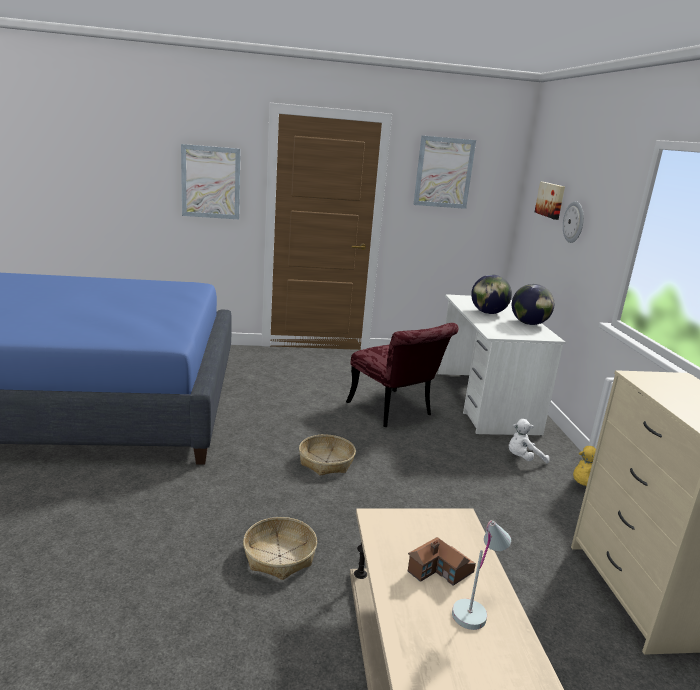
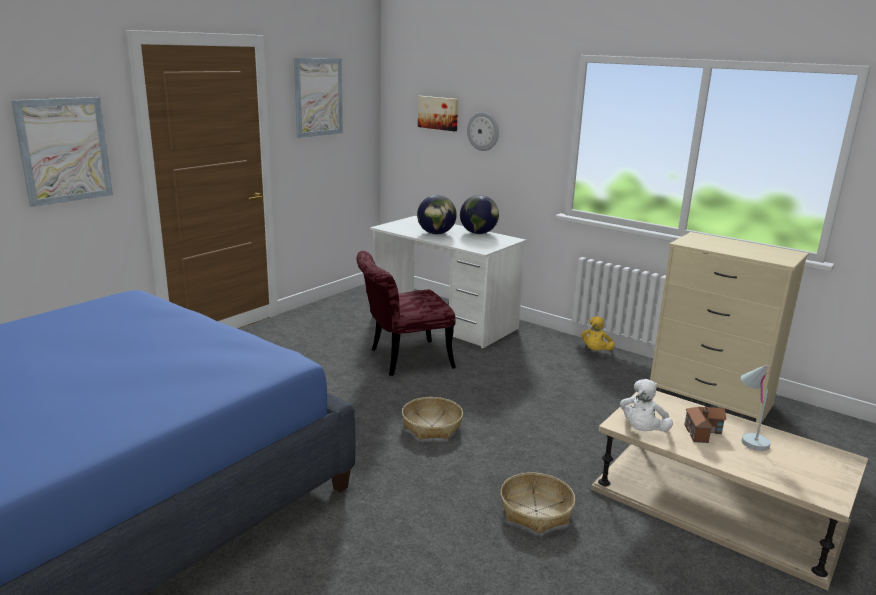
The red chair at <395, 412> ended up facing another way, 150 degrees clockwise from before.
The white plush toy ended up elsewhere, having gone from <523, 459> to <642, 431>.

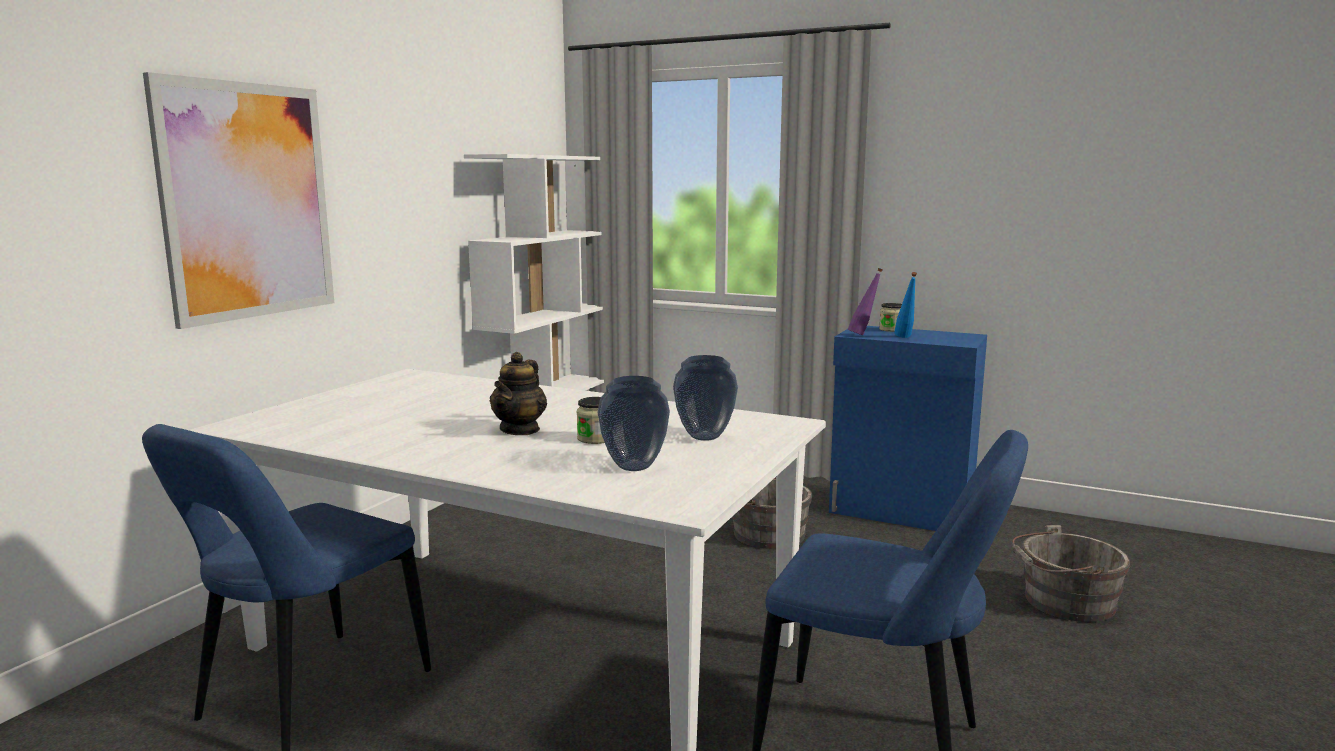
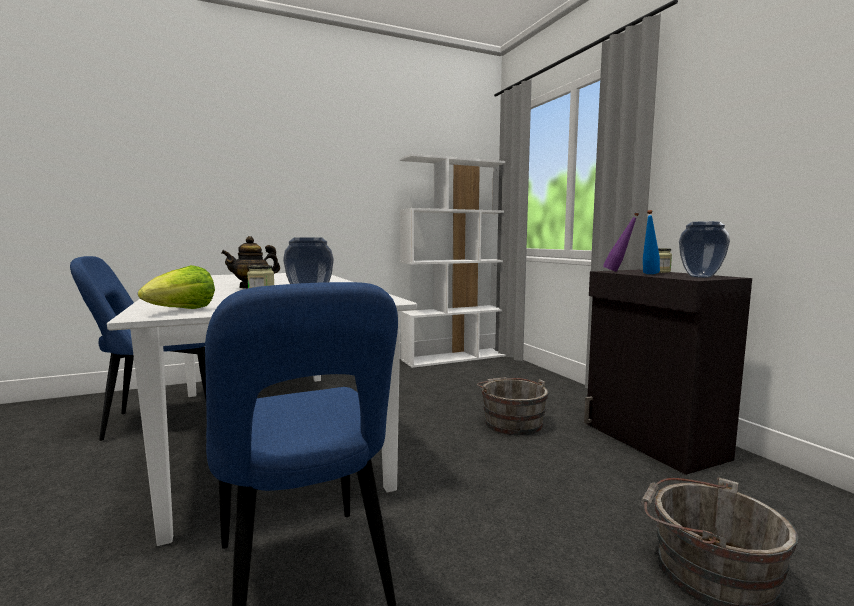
The second view lost the picture at <247, 201>.
The vase ended up elsewhere, having gone from <633, 466> to <700, 276>.
What was the blue cabinet at <901, 512> turned into the black cabinet at <652, 441>.
The second view gained the lettuce at <181, 311>.

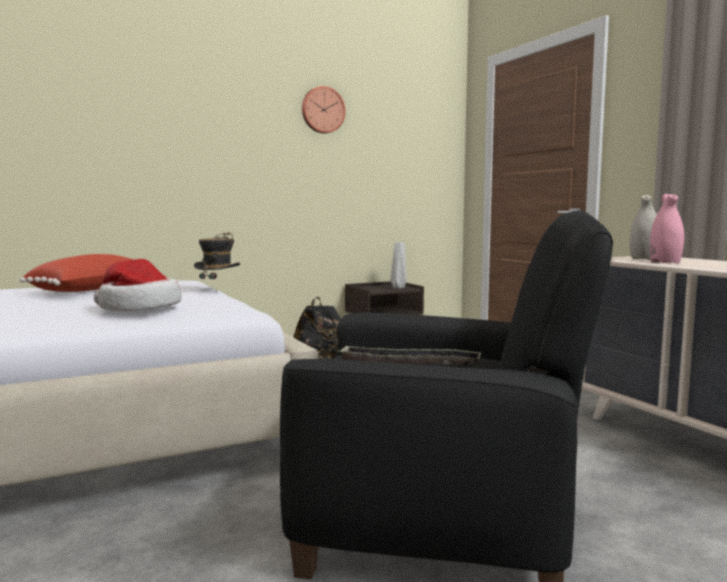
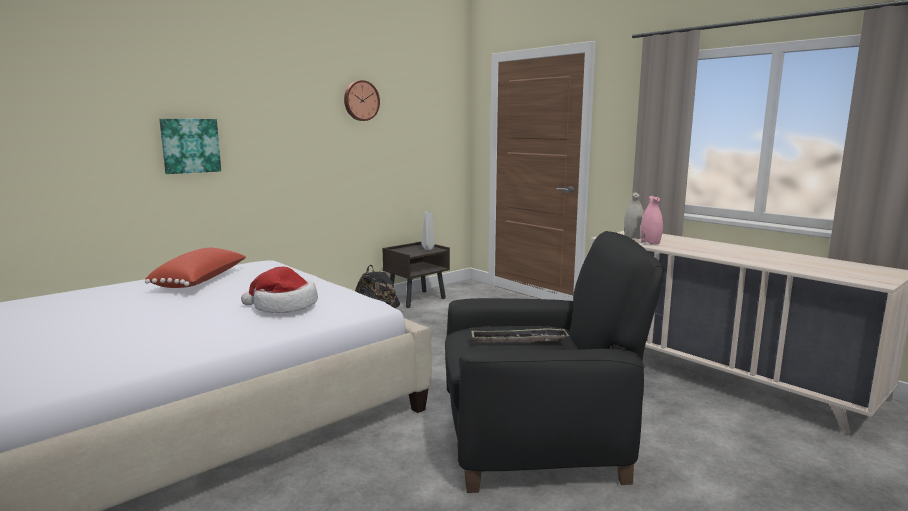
The second view lost the hat at <218, 290>.
The second view gained the picture at <190, 145>.

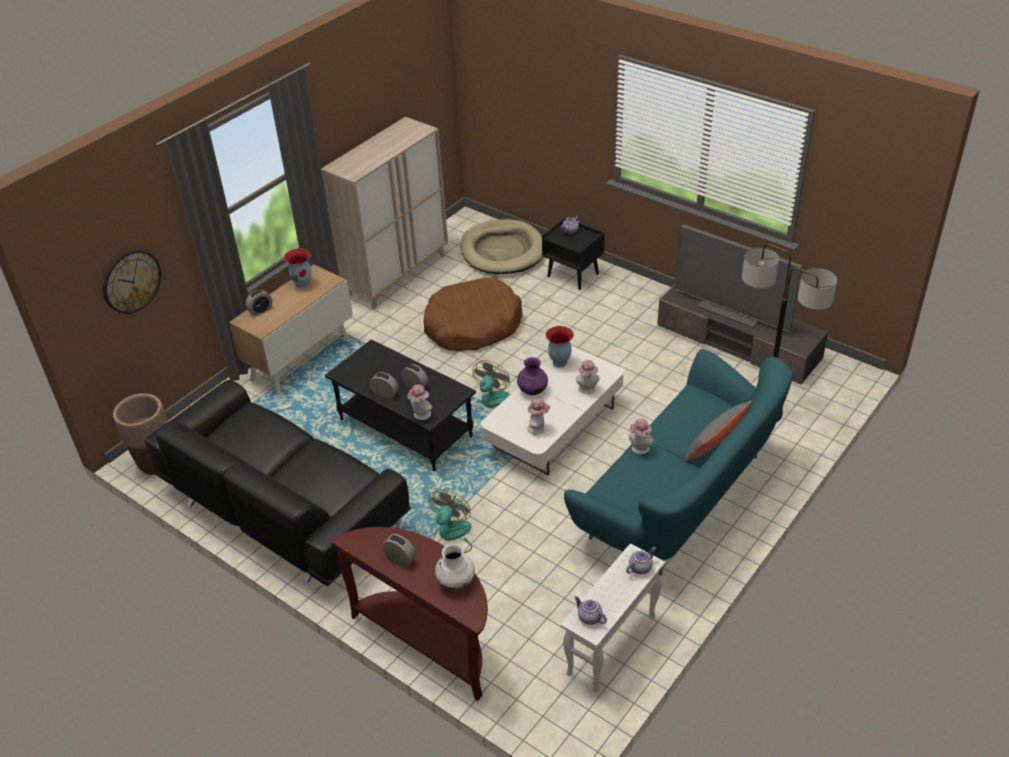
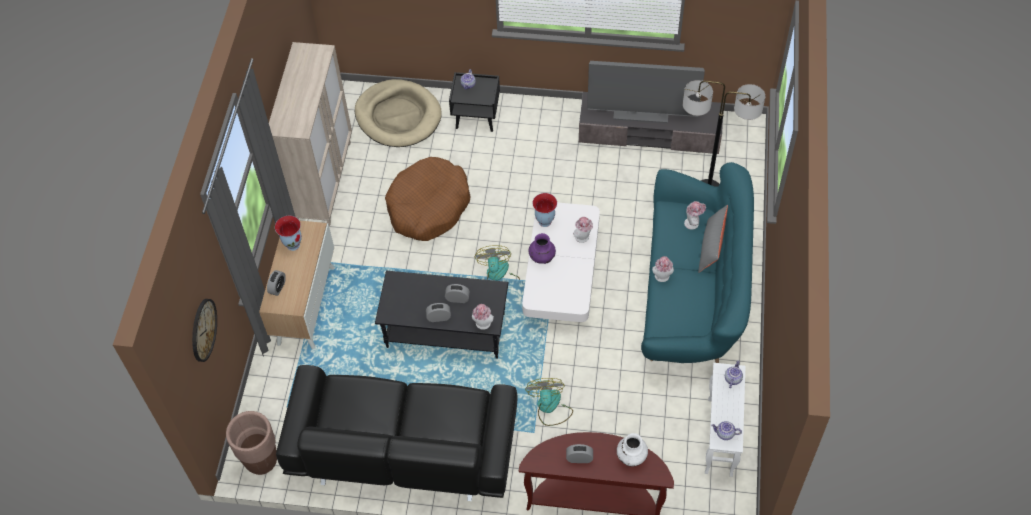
The hat ended up elsewhere, having gone from <538, 428> to <693, 223>.

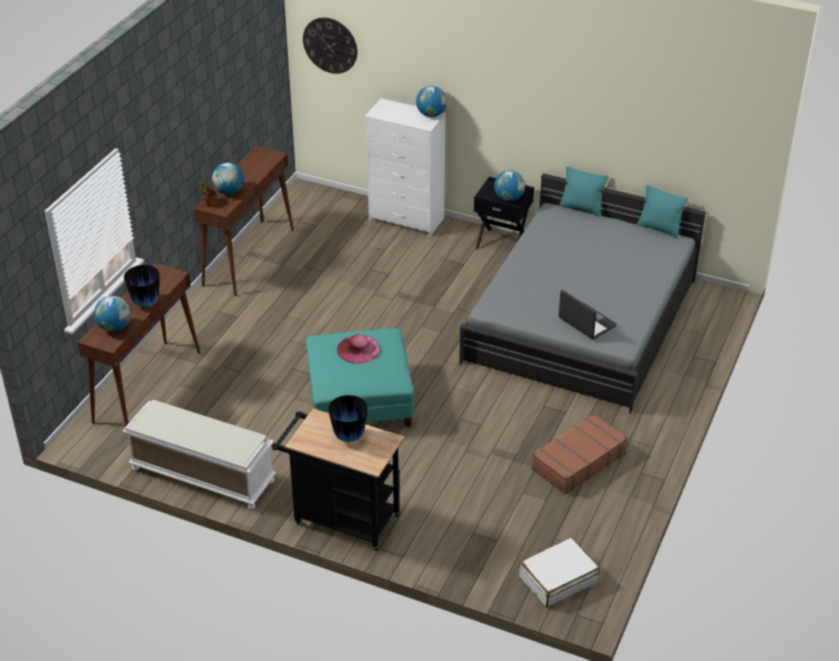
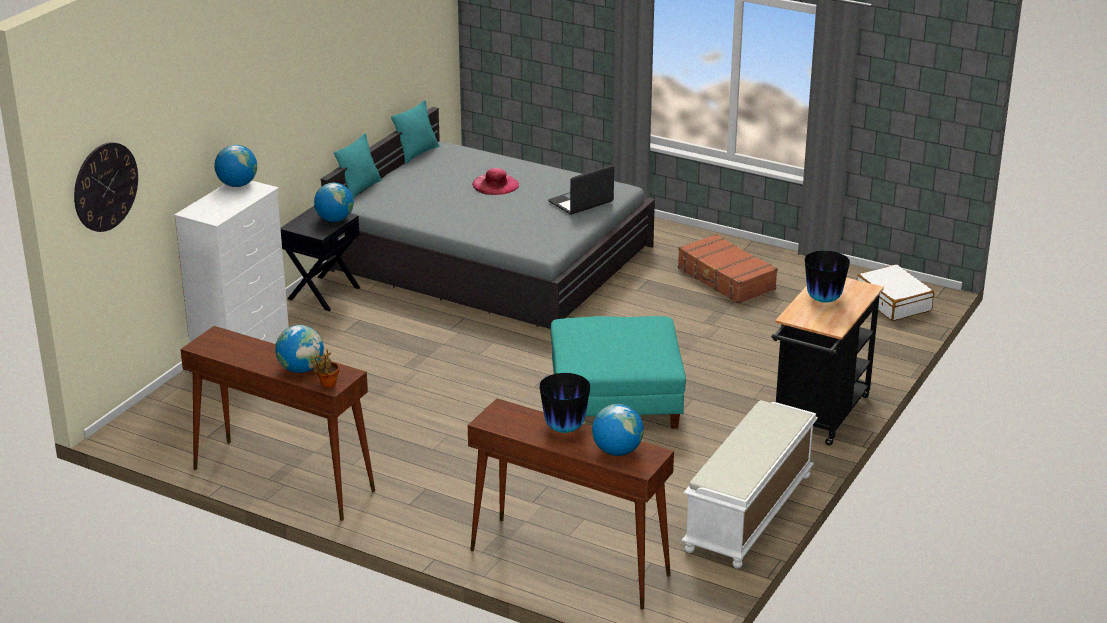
The pink hat ended up elsewhere, having gone from <358, 349> to <495, 184>.

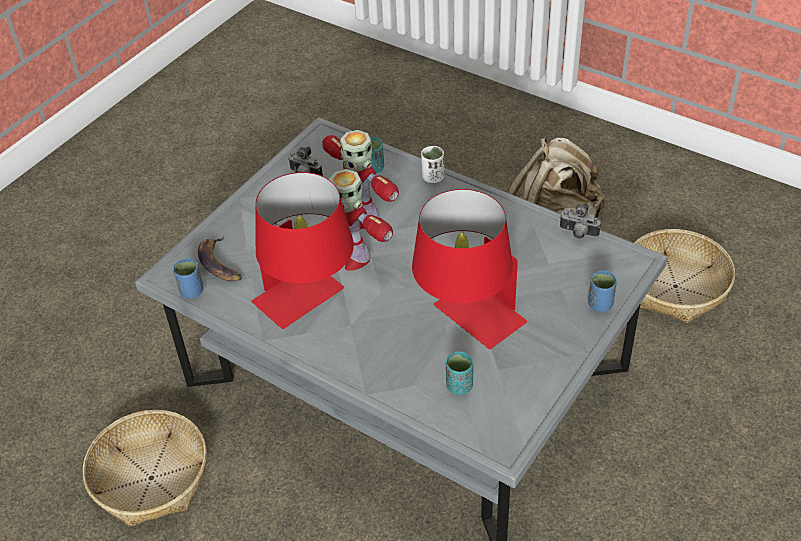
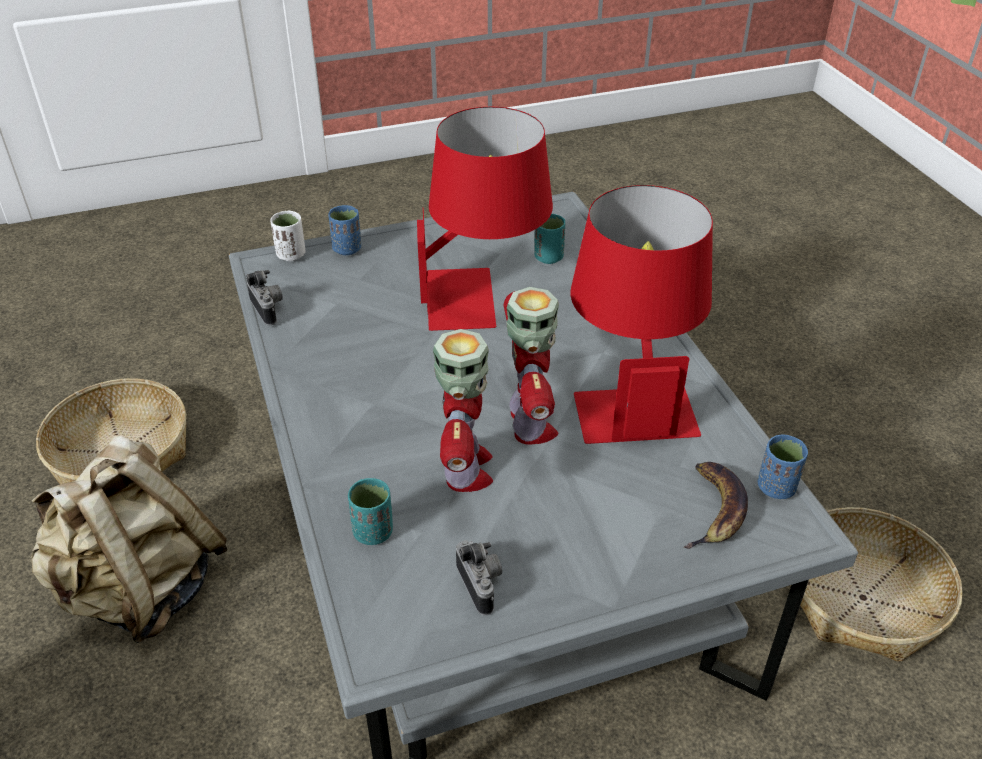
The white cup ended up elsewhere, having gone from <433, 177> to <291, 255>.

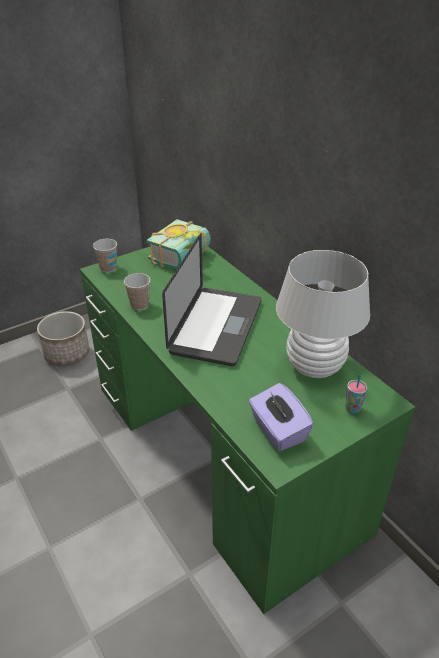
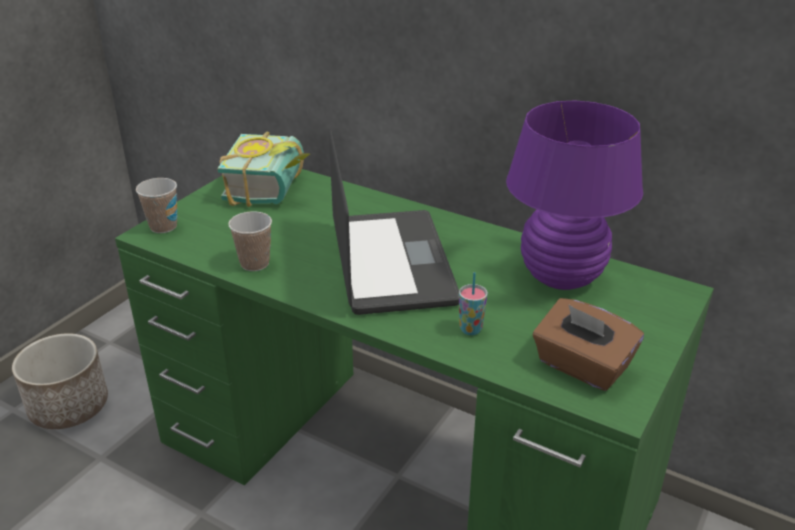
What was the purple tissue box at <278, 431> turned into the brown tissue box at <581, 366>.
What was the white table lamp at <314, 367> turned into the purple table lamp at <561, 277>.
The cup ended up elsewhere, having gone from <352, 408> to <470, 329>.

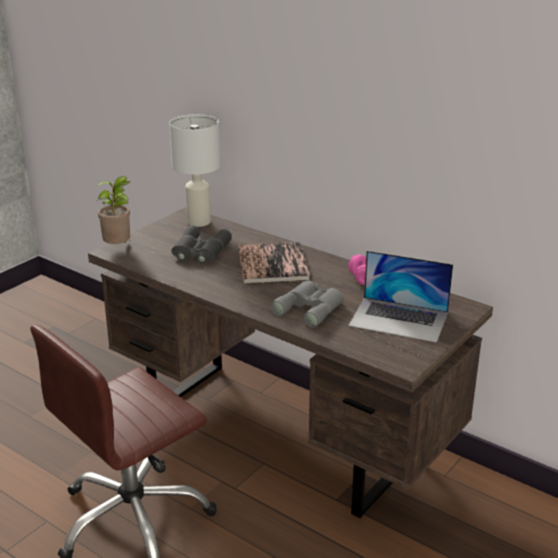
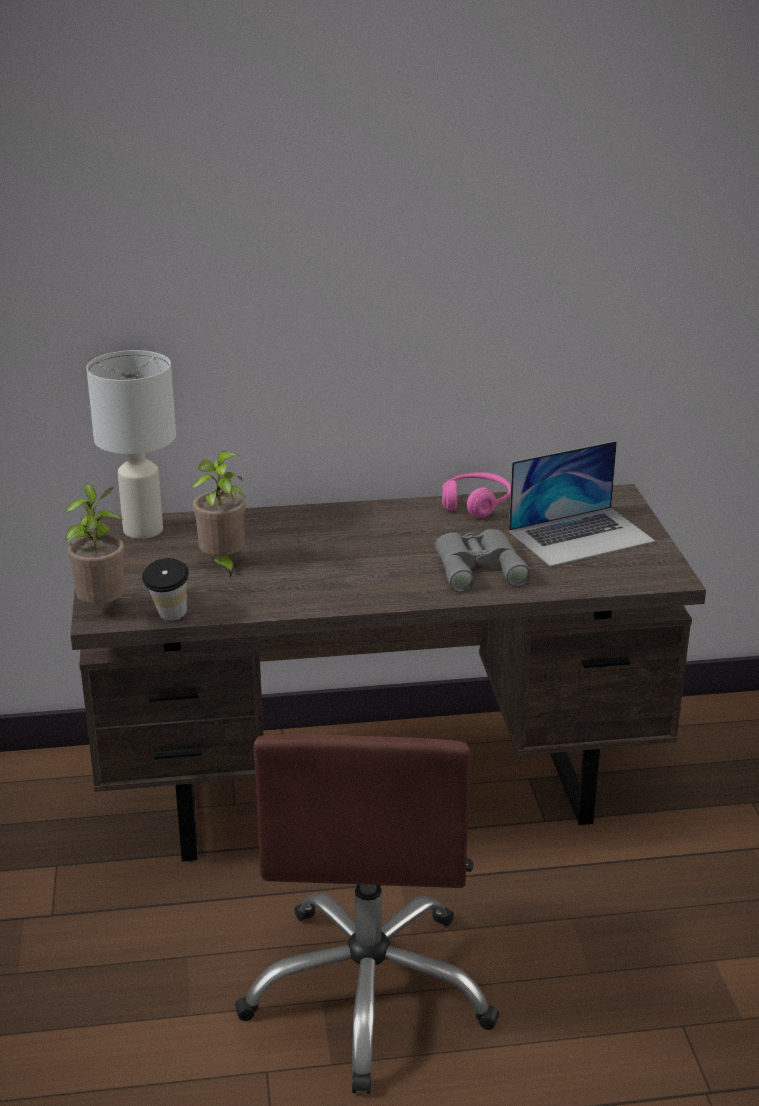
Where the grey binoculars stood at <199, 251>, the potted plant came to stand at <222, 564>.
The second view lost the book at <273, 264>.
The second view gained the cup at <169, 618>.

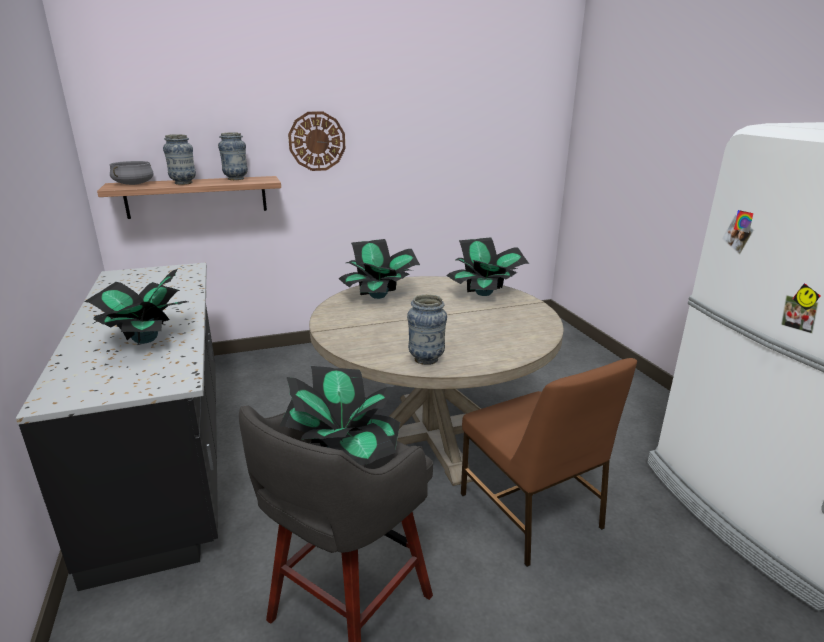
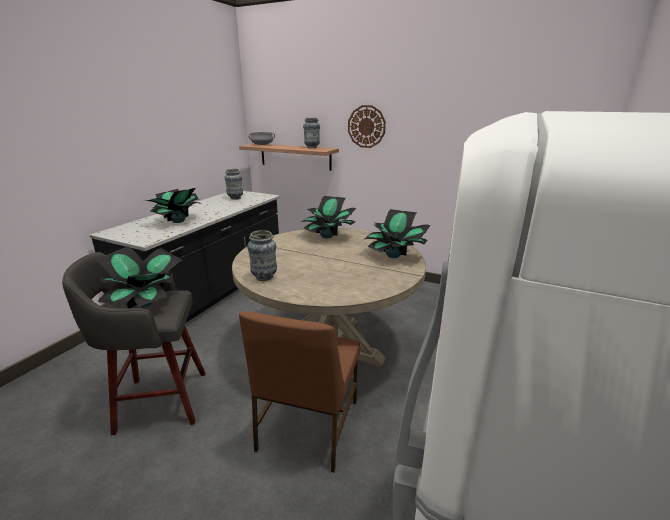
The vase ended up elsewhere, having gone from <183, 183> to <235, 198>.

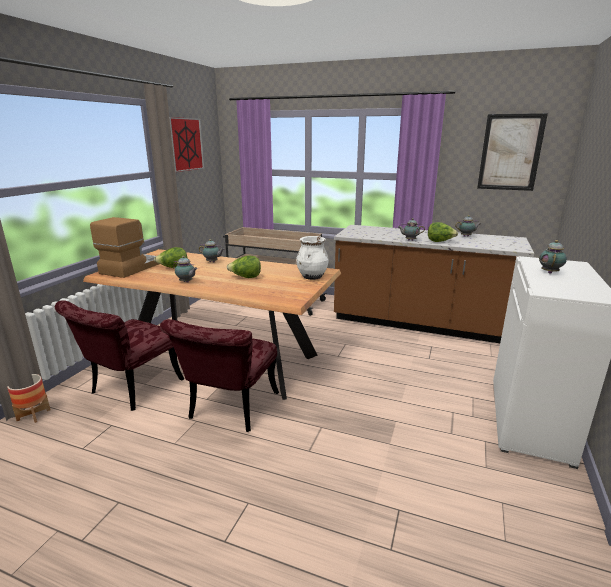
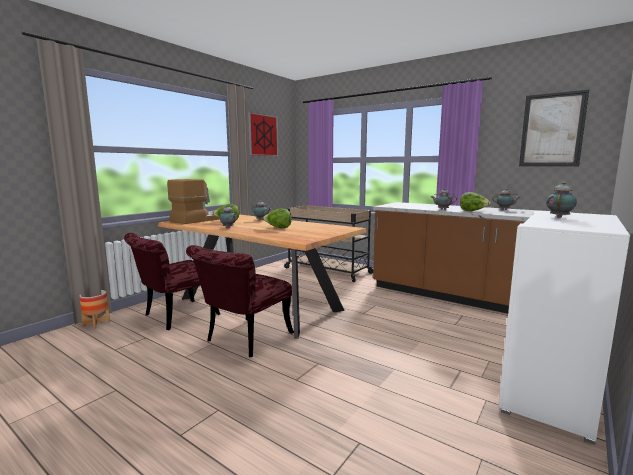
The second view lost the white vase at <312, 277>.

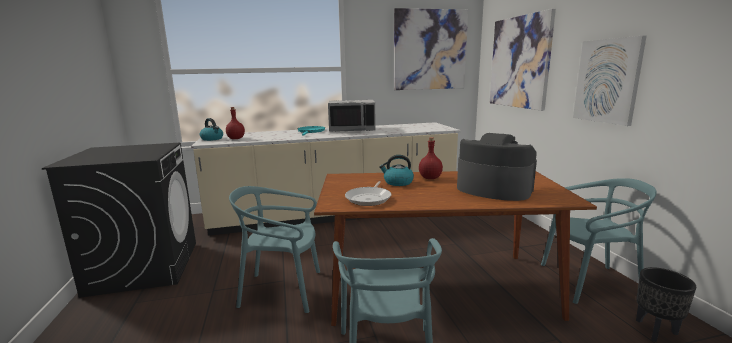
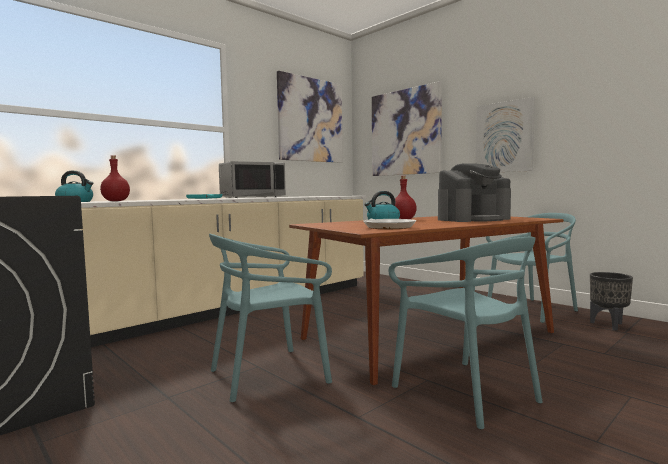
The coffee machine at <493, 189> ended up facing another way, 150 degrees clockwise from before.

